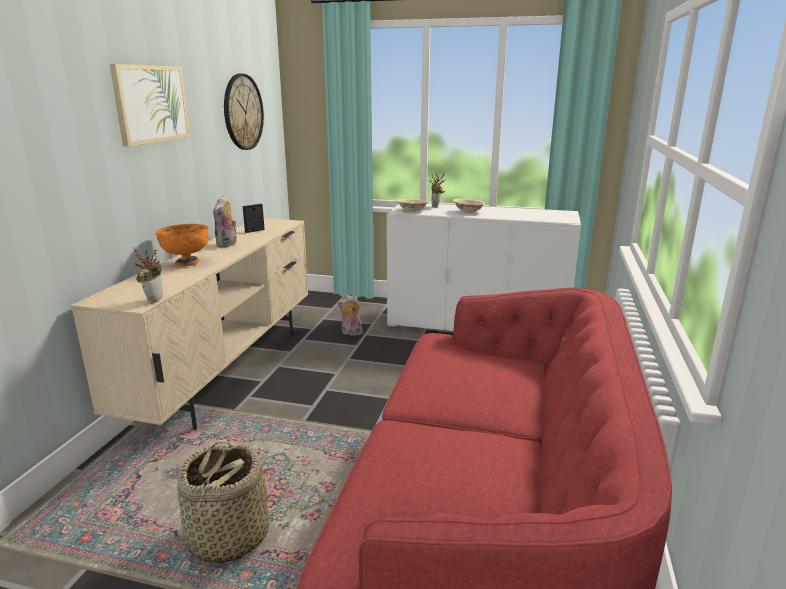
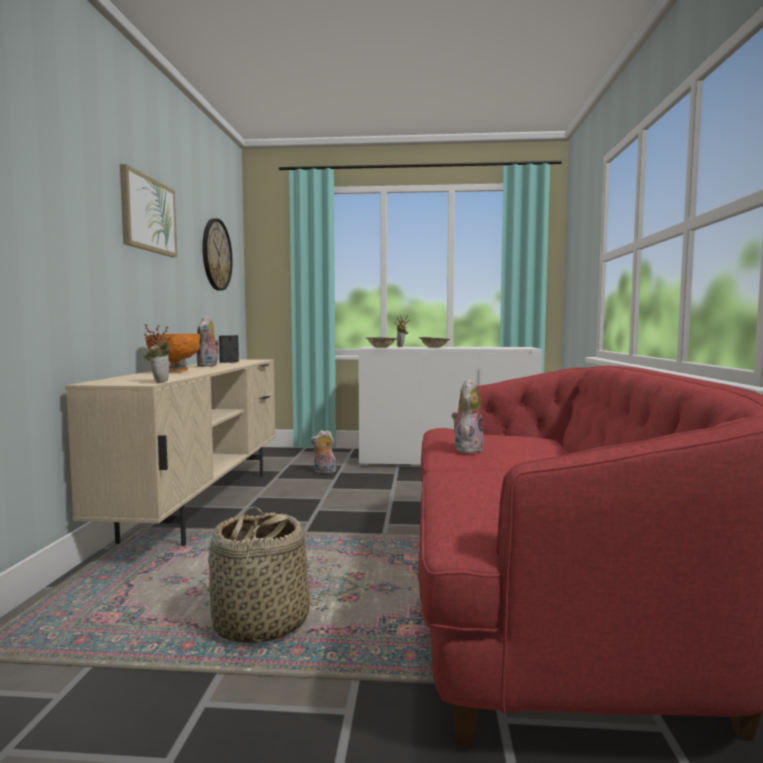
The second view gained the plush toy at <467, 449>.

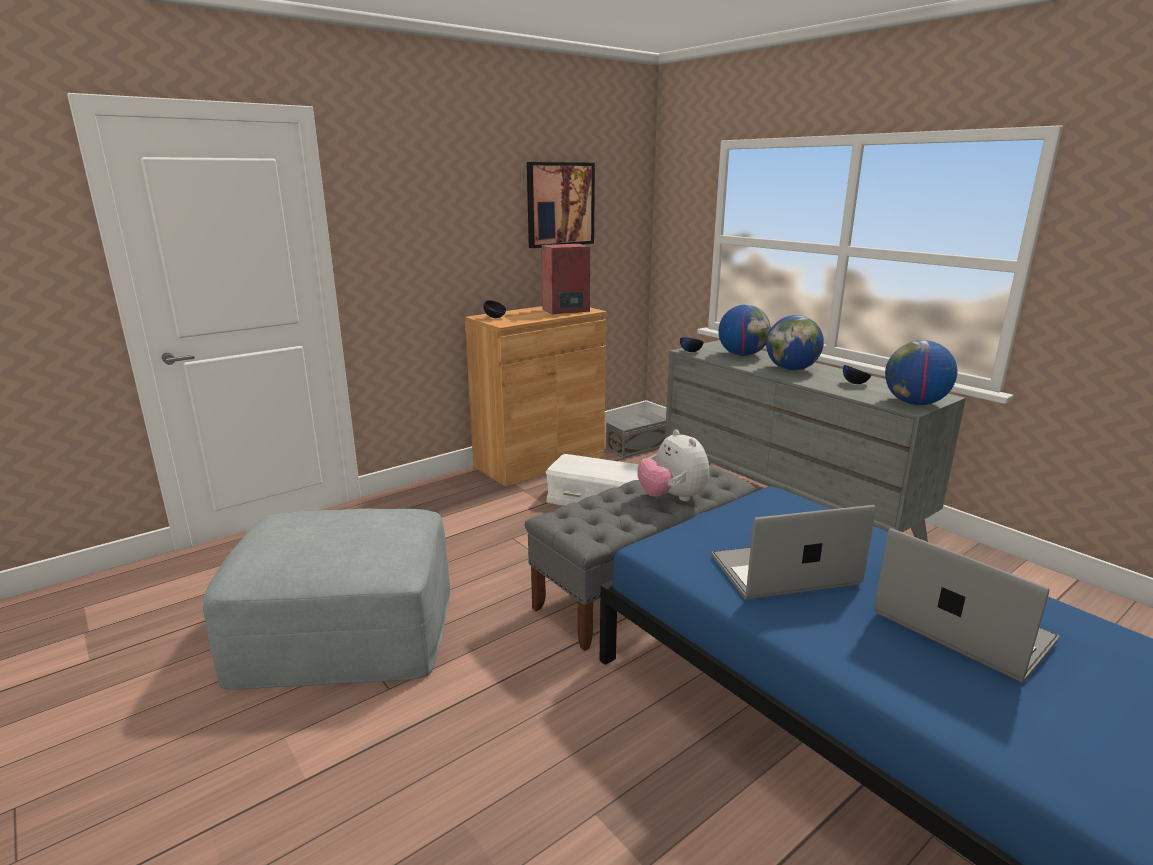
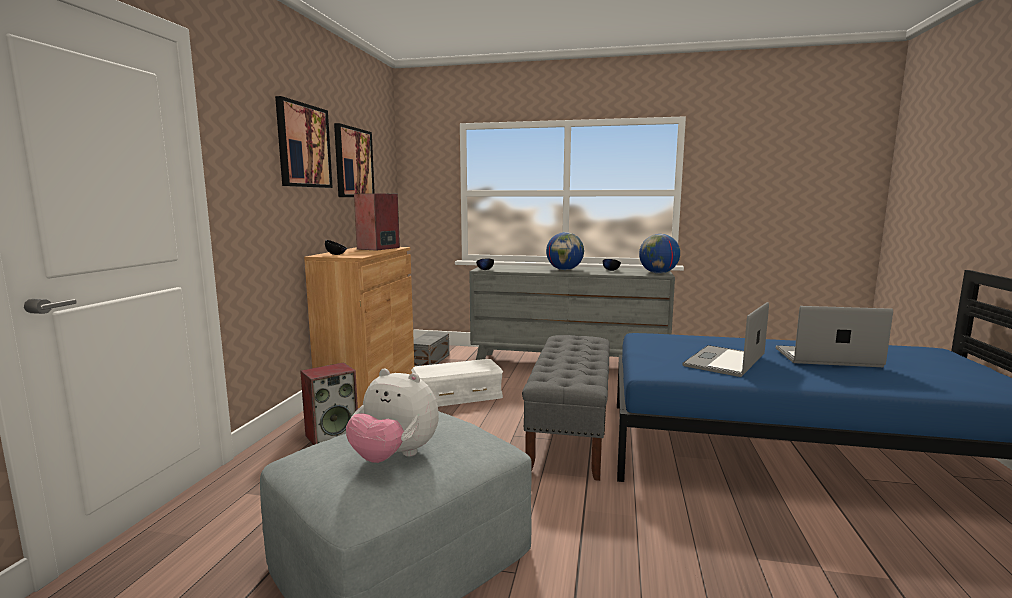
The plush toy ended up elsewhere, having gone from <672, 498> to <394, 457>.
The second view lost the globe at <742, 355>.
The second view gained the picture at <303, 146>.
The second view gained the speaker at <332, 435>.

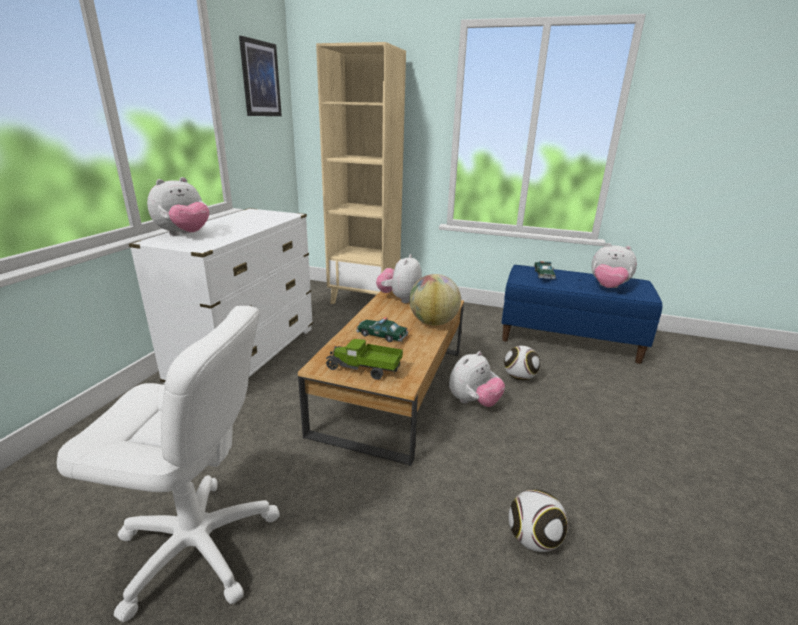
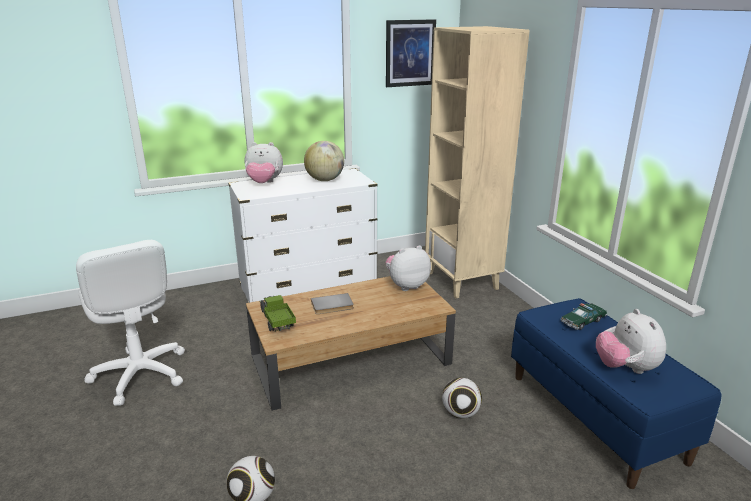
Where the toy car stood at <382, 335>, the grey book came to stand at <332, 306>.
The globe ended up elsewhere, having gone from <433, 322> to <325, 180>.
The second view lost the plush toy at <473, 402>.

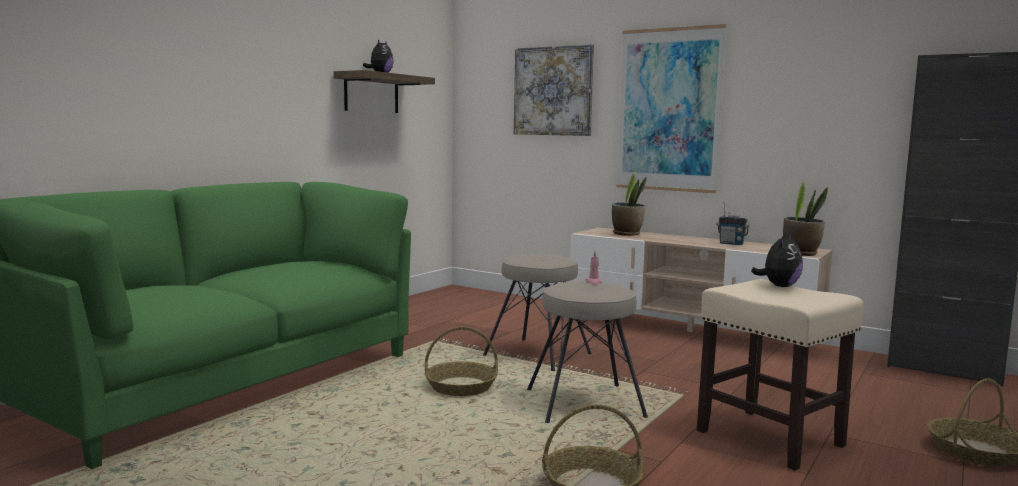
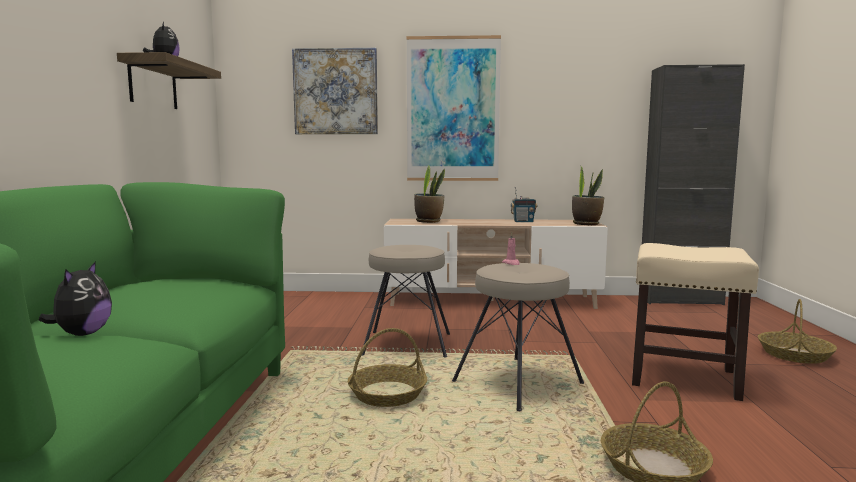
The plush toy ended up elsewhere, having gone from <779, 286> to <82, 334>.

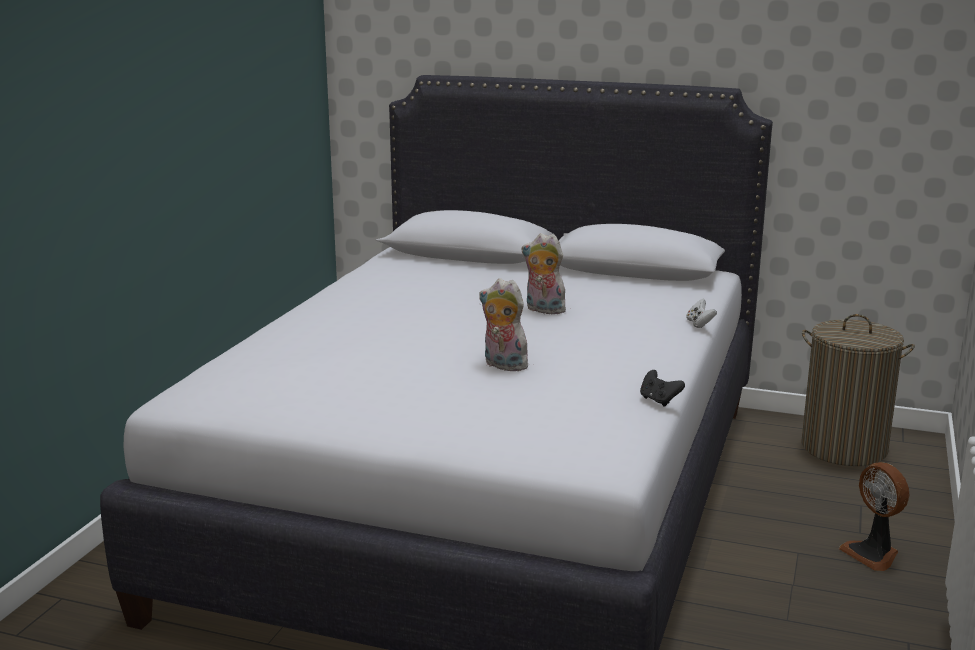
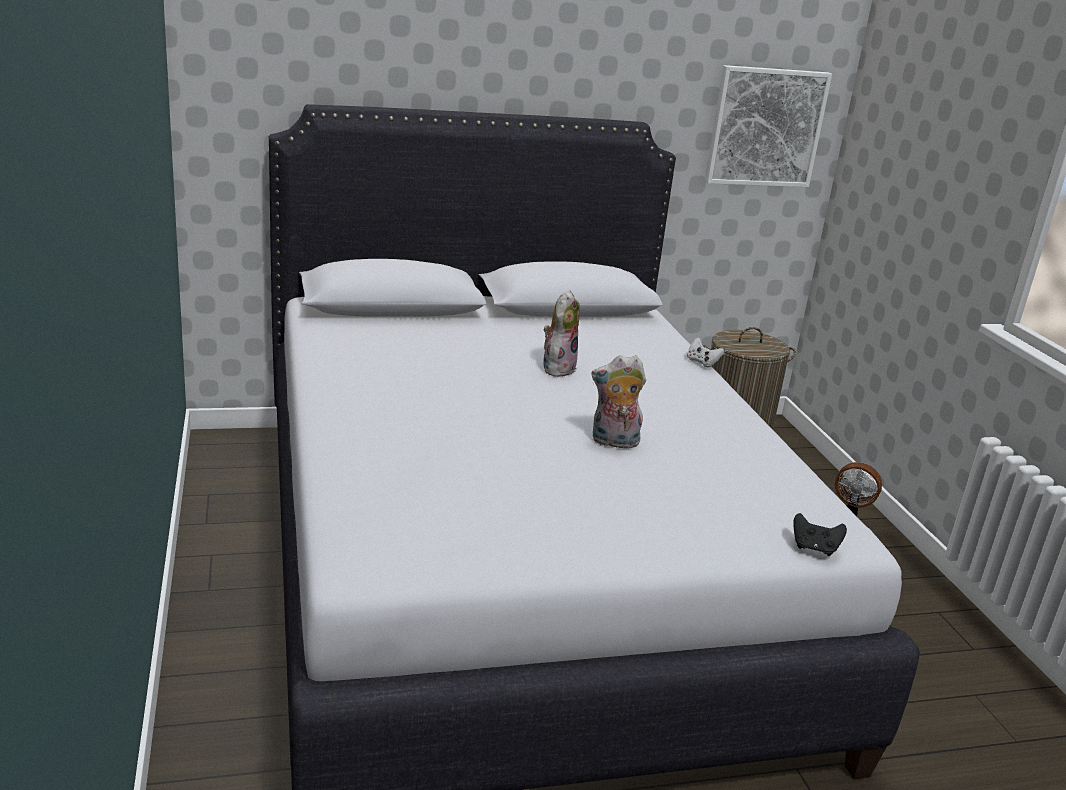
The plush toy at <543, 310> ended up facing another way, 120 degrees clockwise from before.
The black game controller ended up elsewhere, having gone from <659, 401> to <814, 548>.
The second view gained the picture at <765, 127>.

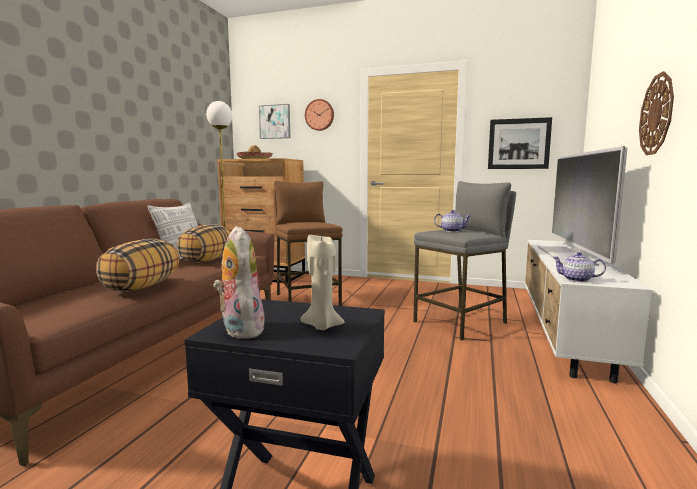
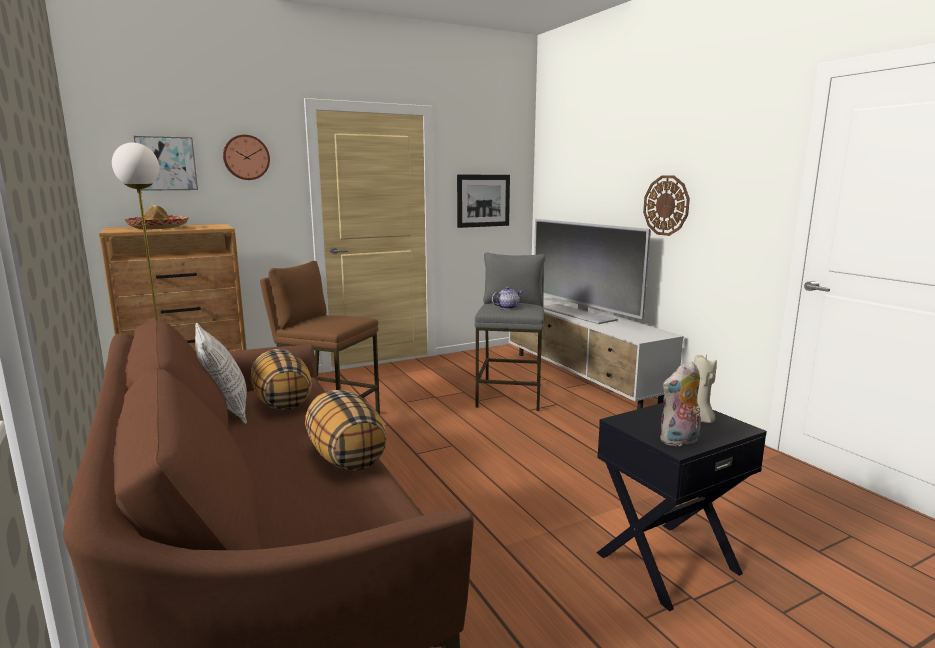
The plush toy at <239, 330> ended up facing another way, 45 degrees counterclockwise from before.
The second view lost the teapot at <577, 279>.

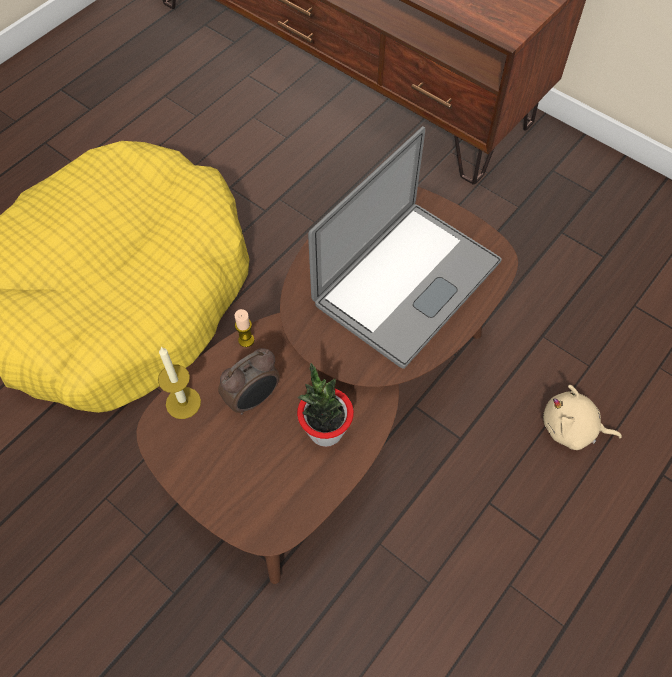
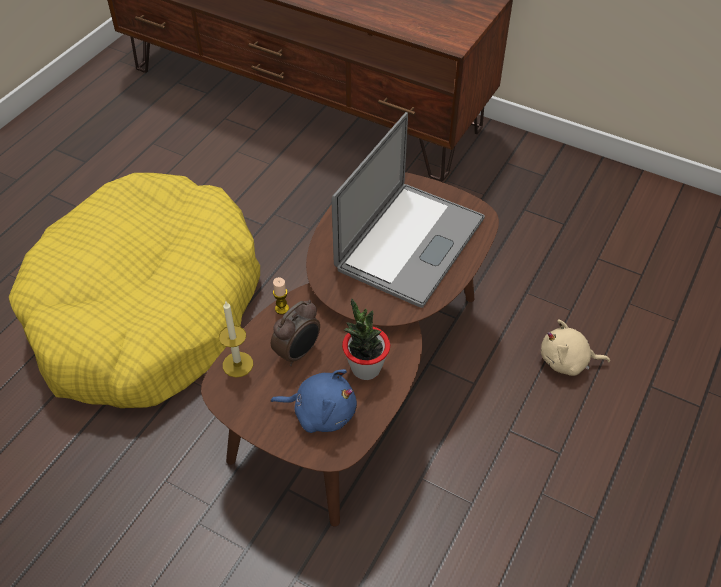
The second view gained the blue plush toy at <321, 412>.

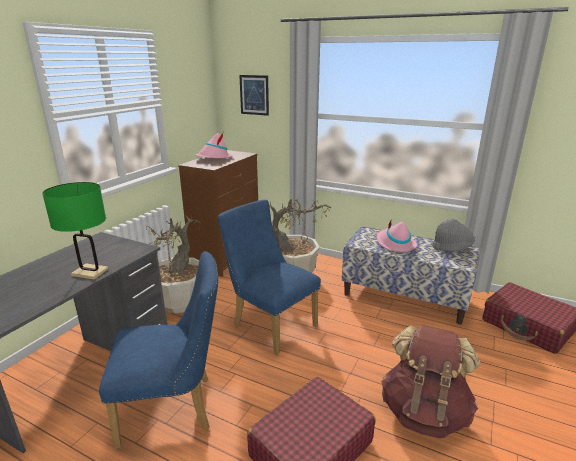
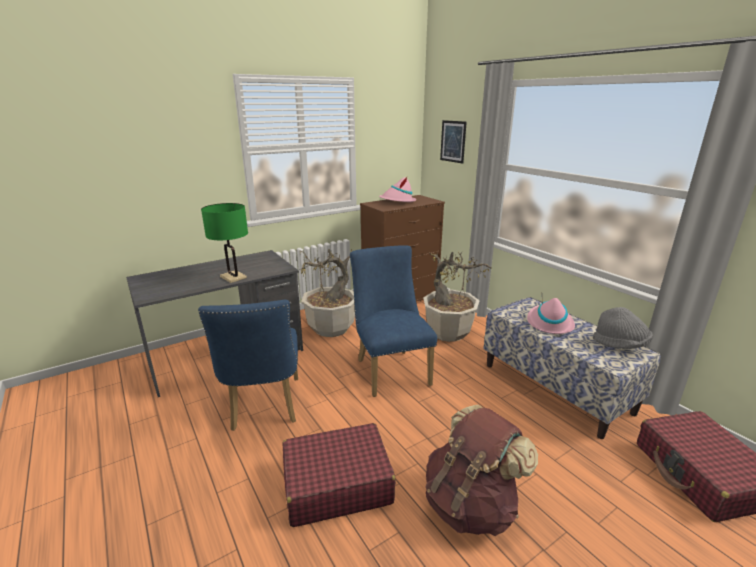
The blue chair at <175, 409> ended up facing another way, 60 degrees clockwise from before.

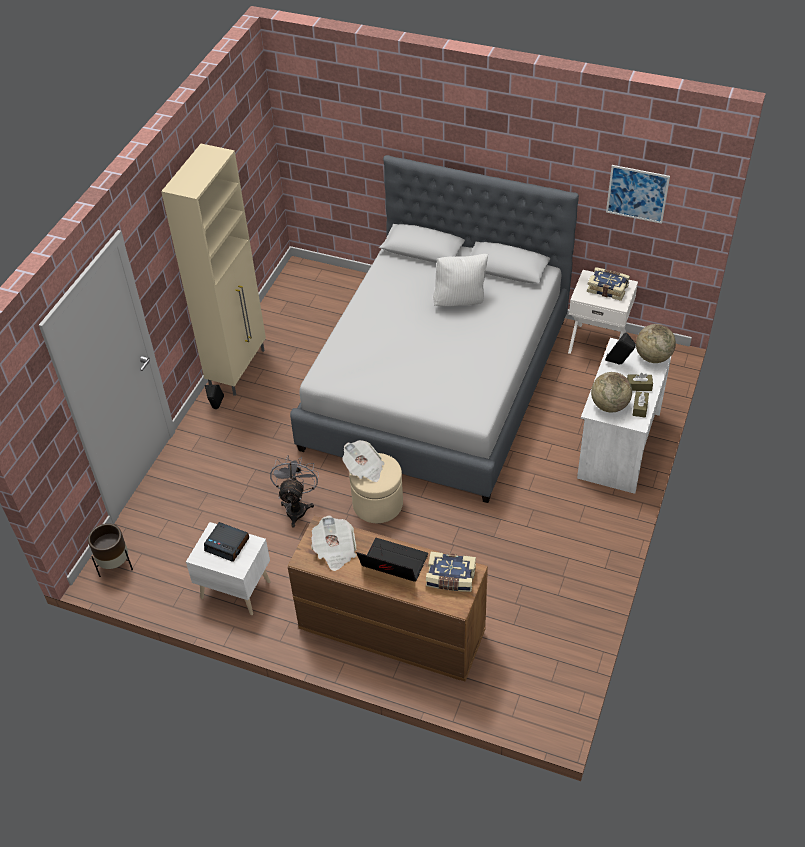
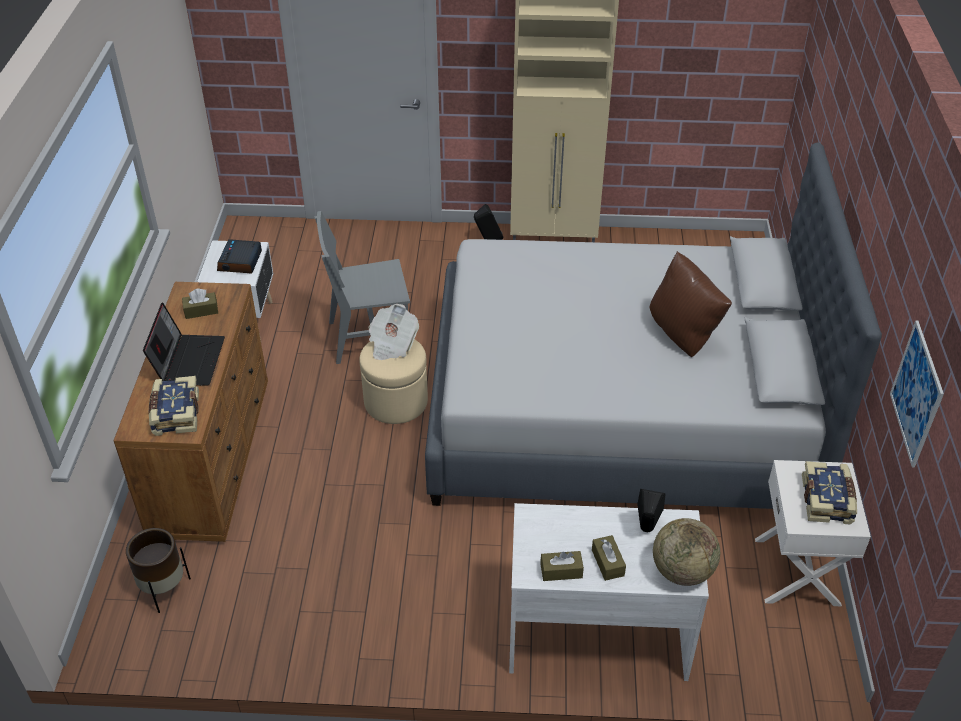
The brown planter ended up elsewhere, having gone from <115, 565> to <164, 589>.
Where the grey fan stood at <297, 507>, the grey chair came to stand at <368, 337>.
Where the newspaper stood at <335, 551>, the brown tissue box came to stand at <201, 311>.
What was the white pillow at <460, 300> turned into the brown pillow at <683, 335>.
The second view lost the globe at <609, 405>.

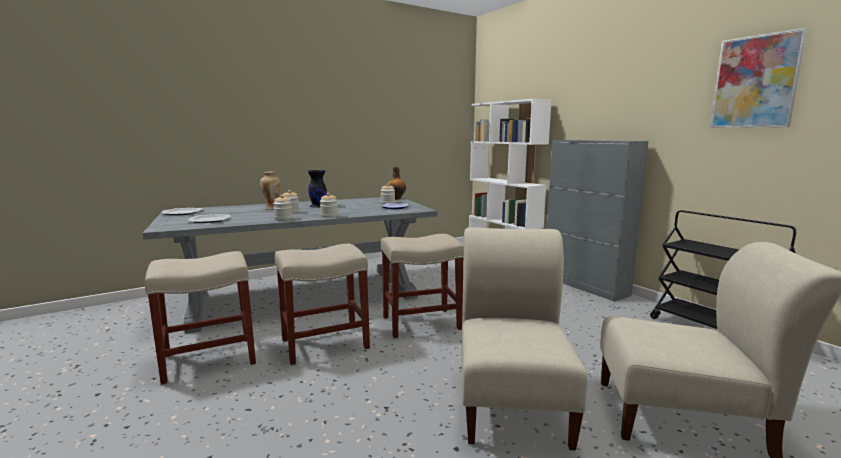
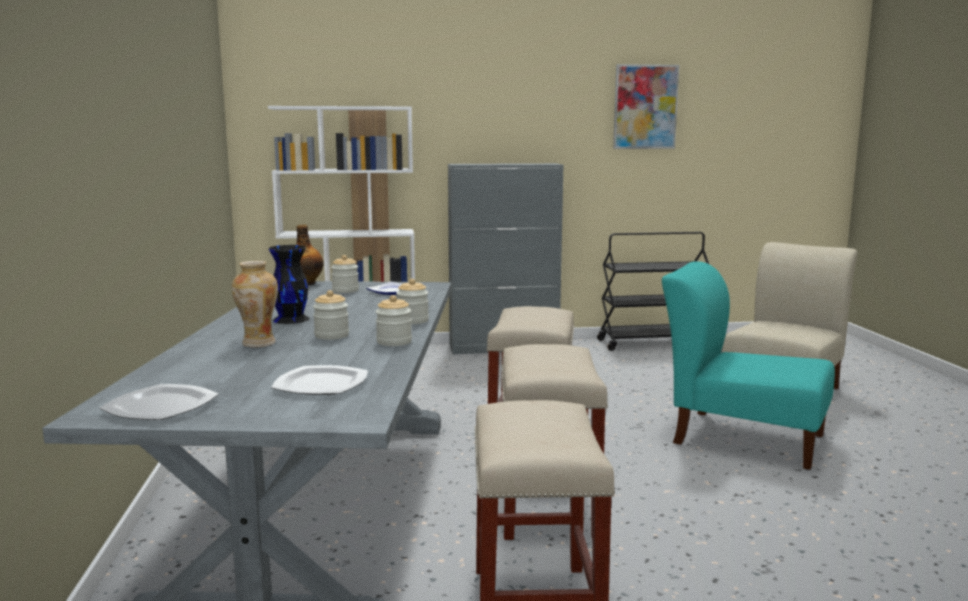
What was the beige chair at <512, 400> turned into the turquoise chair at <741, 438>.

